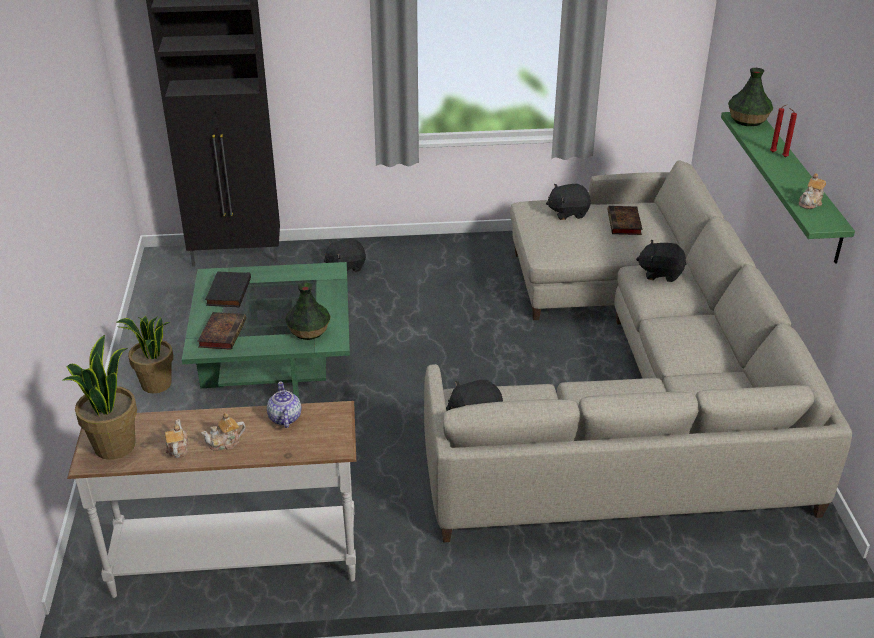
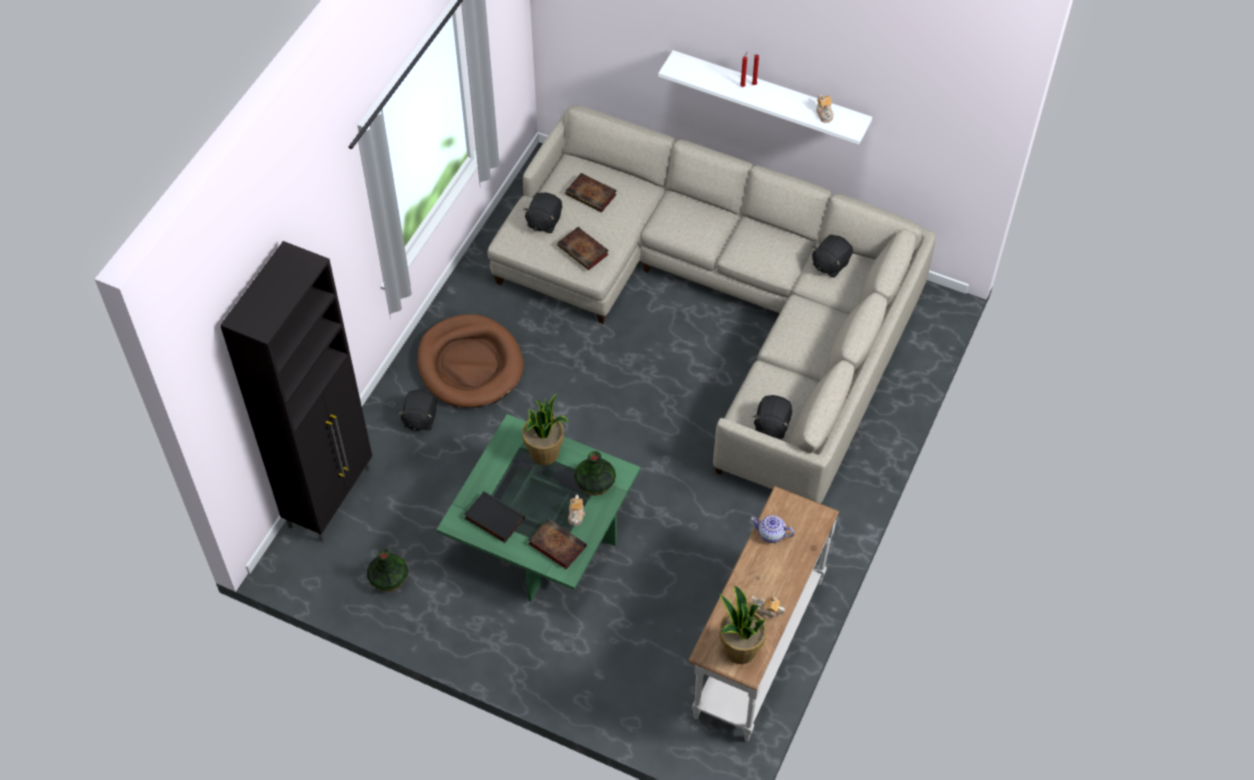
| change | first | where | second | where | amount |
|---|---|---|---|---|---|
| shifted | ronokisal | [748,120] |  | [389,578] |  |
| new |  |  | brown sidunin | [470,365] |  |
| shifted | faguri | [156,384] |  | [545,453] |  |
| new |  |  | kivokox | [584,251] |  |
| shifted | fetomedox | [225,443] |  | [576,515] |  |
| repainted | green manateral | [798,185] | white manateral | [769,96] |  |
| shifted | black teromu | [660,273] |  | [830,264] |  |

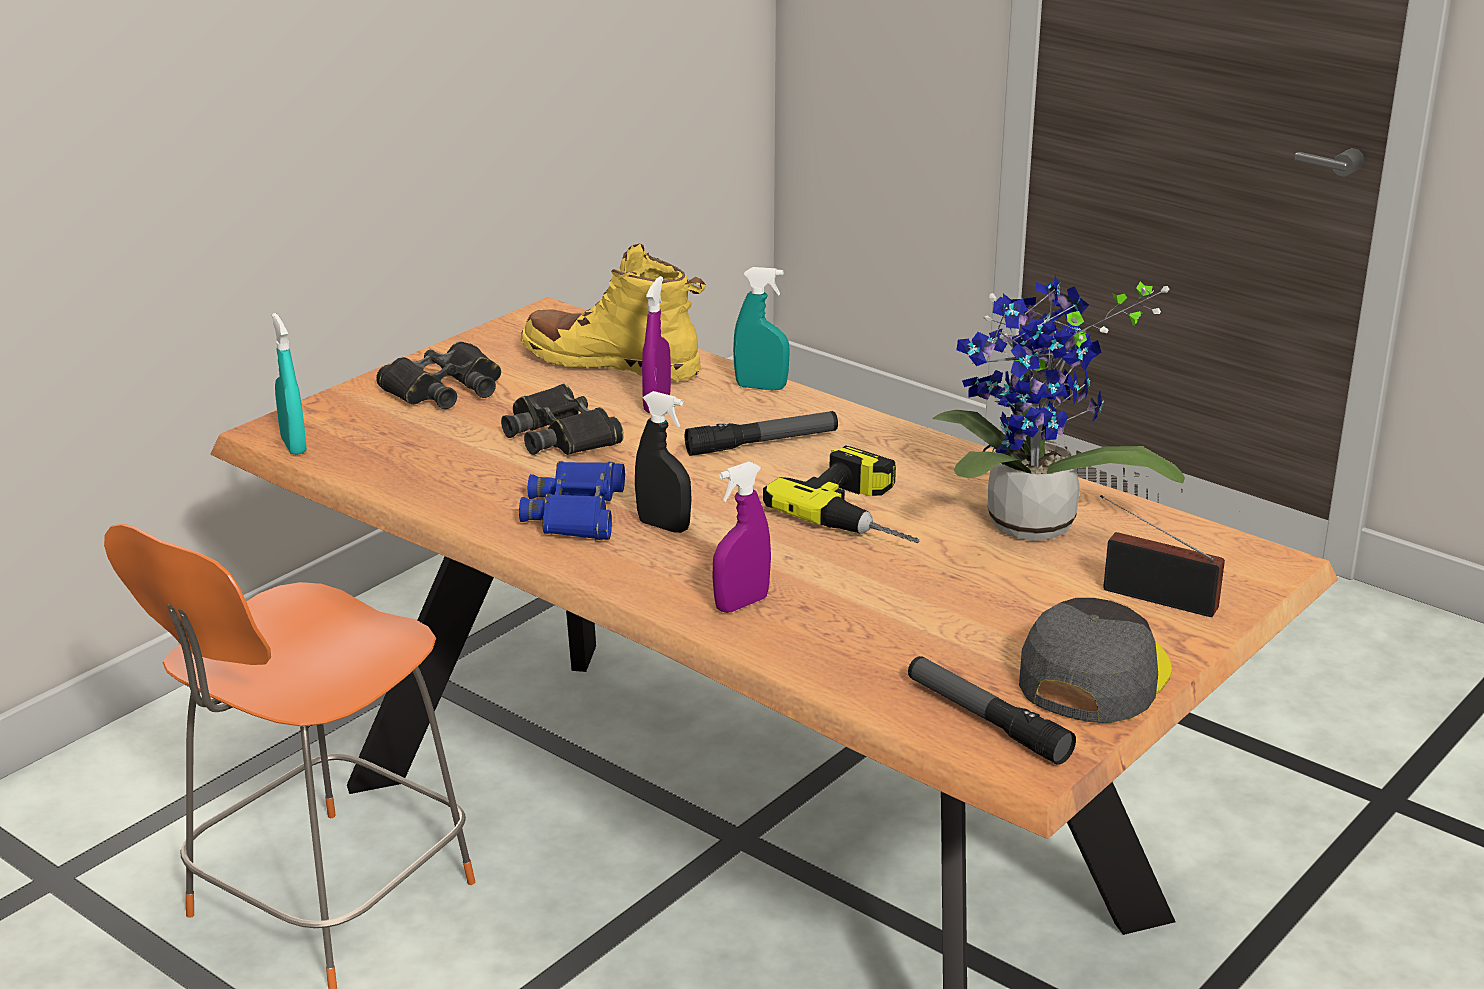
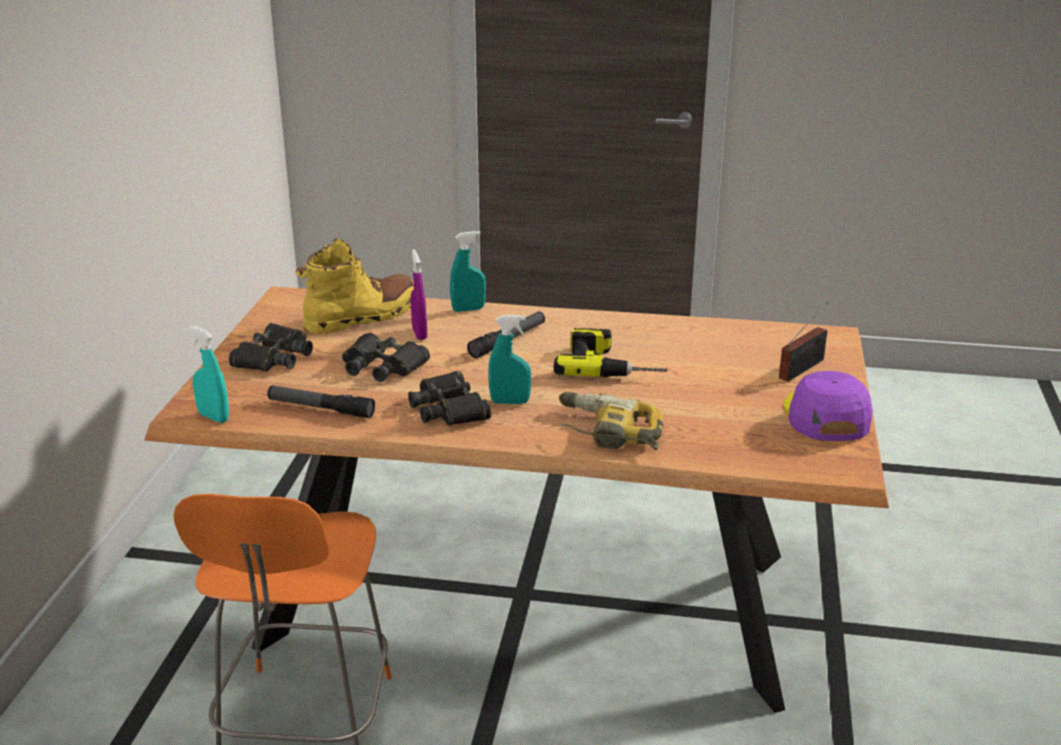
| change | first | where | second | where | amount |
|---|---|---|---|---|---|
| shifted | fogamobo | [986,720] |  | [320,408] |  |
| rotated | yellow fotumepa | [612,363] |  | [362,316] | 150 degrees clockwise |
| repainted | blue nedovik | [577,512] | black nedovik | [449,408] |  |
| repainted | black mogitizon | [663,526] | turquoise mogitizon | [510,402] |  |
| swapped | purple mogitizon | [741,604] | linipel | [607,433] |  |
| rotated | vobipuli | [1154,597] |  | [804,368] | 135 degrees clockwise |
| repainted | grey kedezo | [1093,675] | purple kedezo | [825,416] |  |
| gone | faguri | [1029,530] |  |  |  |

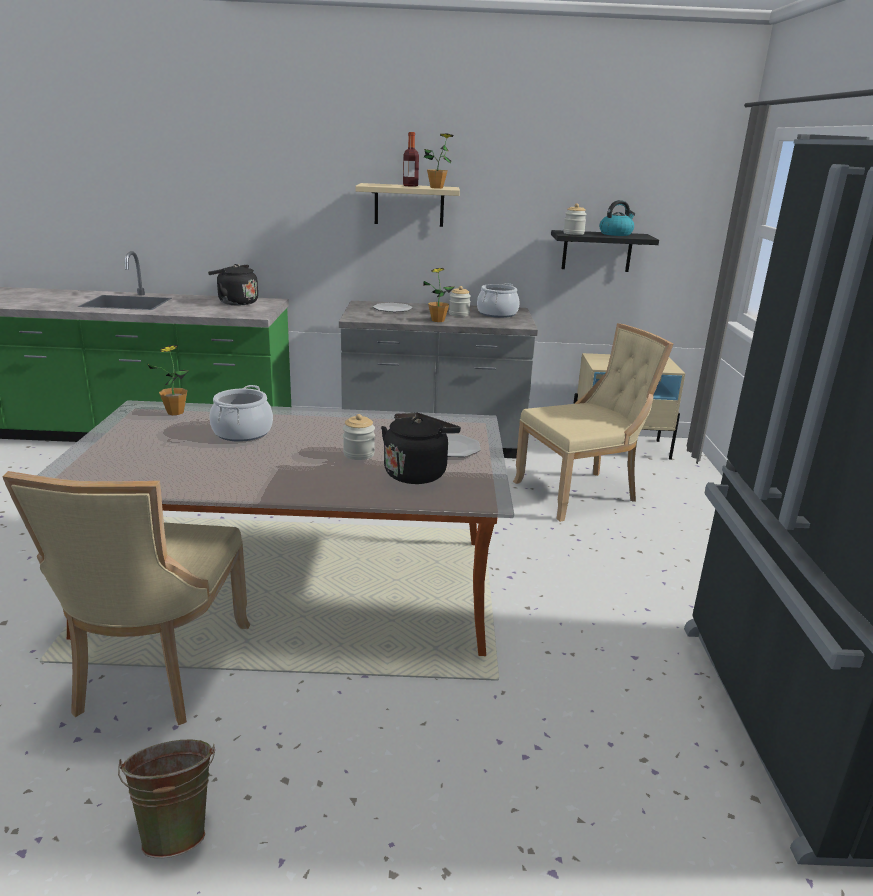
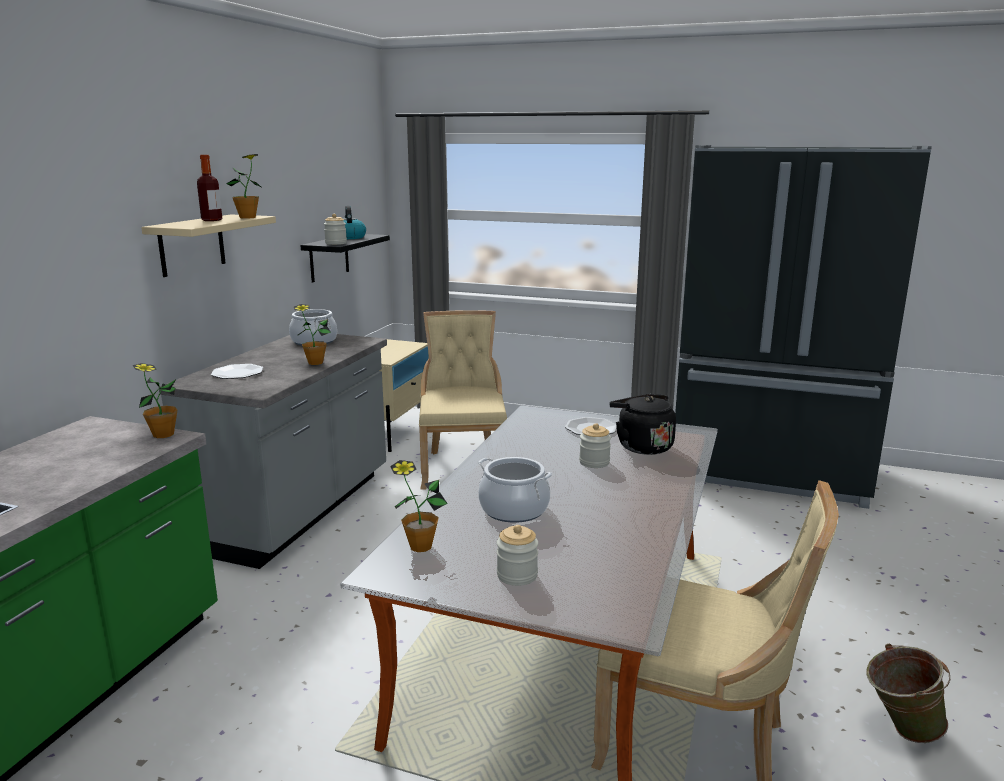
| change | first | where | second | where | amount |
|---|---|---|---|---|---|
| new |  |  | faguri | [163,435] |  |
| shifted | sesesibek | [459,314] |  | [517,575] |  |
| gone | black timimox | [235,302] |  |  |  |

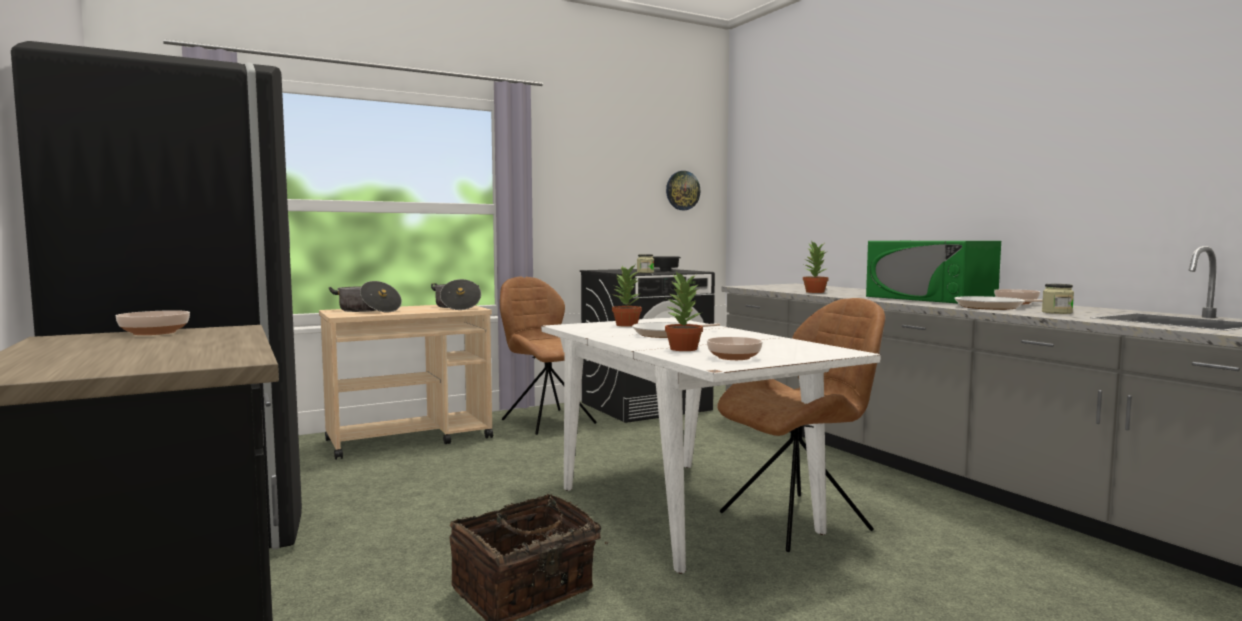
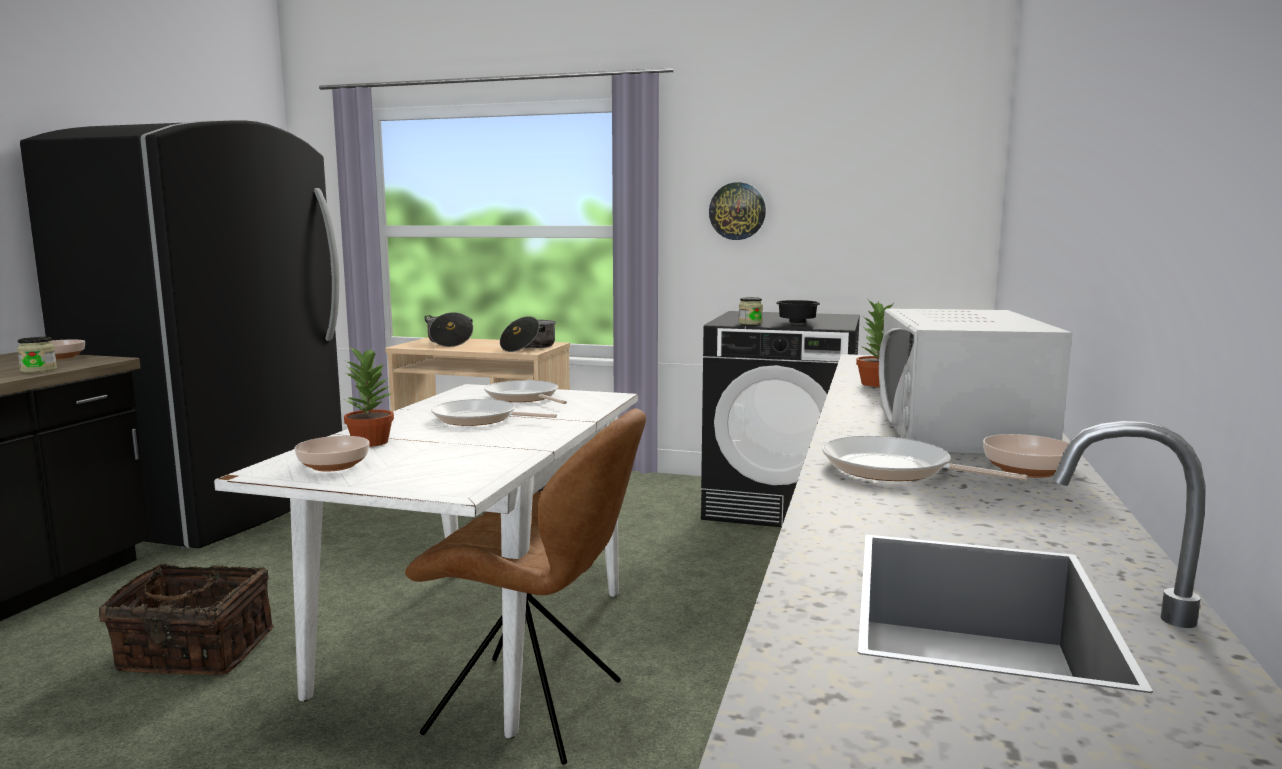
| change | first | where | second | where | amount |
|---|---|---|---|---|---|
| shifted | sesesibek | [1057,312] |  | [39,370] |  |
| swapped | faguri | [626,325] | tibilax | [524,397] |  |
| shifted | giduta | [682,190] |  | [737,211] |  |
| repainted | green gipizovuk | [930,298] | white gipizovuk | [959,427] |  |
| gone | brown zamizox | [546,421] |  |  |  |

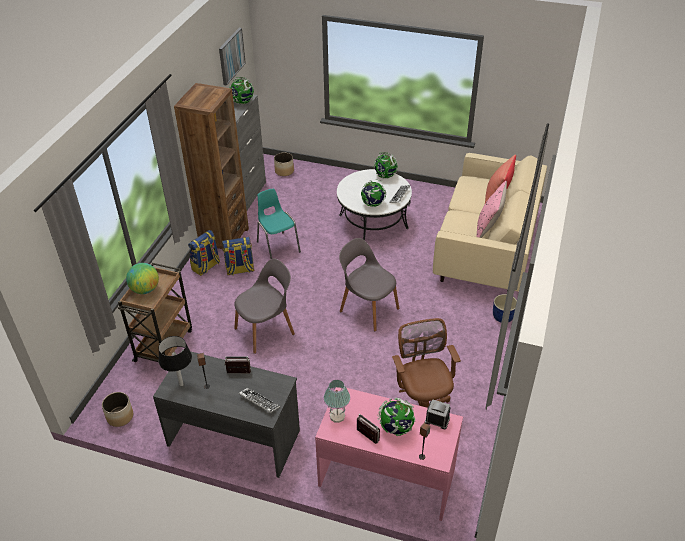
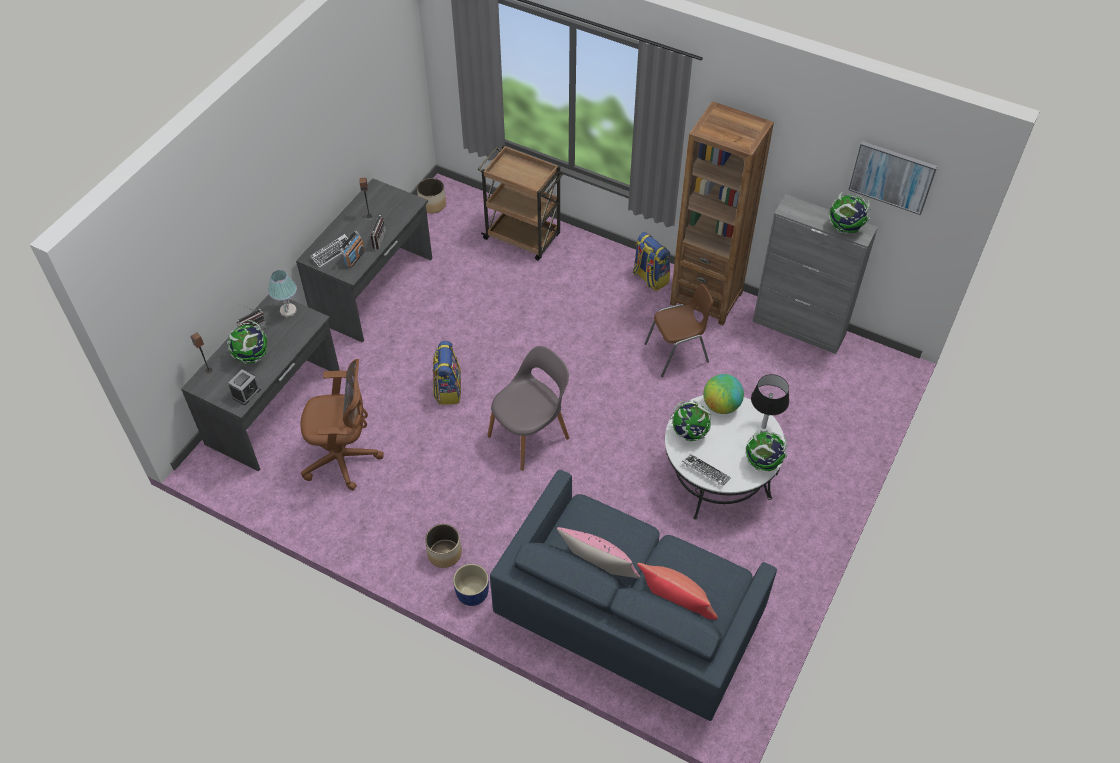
| change | first | where | second | where | amount |
|---|---|---|---|---|---|
| repainted | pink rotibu | [387,476] | grey rotibu | [275,408] |  |
| new |  |  | vobipuli | [354,258] |  |
| shifted | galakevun | [284,171] |  | [444,553] |  |
| shifted | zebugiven | [240,270] |  | [448,389] |  |
| repainted | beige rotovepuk | [486,247] | blue rotovepuk | [630,617] |  |
| repainted | turquoise zamizox | [278,246] | brown zamizox | [677,353] |  |
| shifted | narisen | [145,289] |  | [721,406] |  |
| shifted | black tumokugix | [181,384] |  | [763,427] |  |
| gone | grey zamizox | [266,330] |  |  |  |

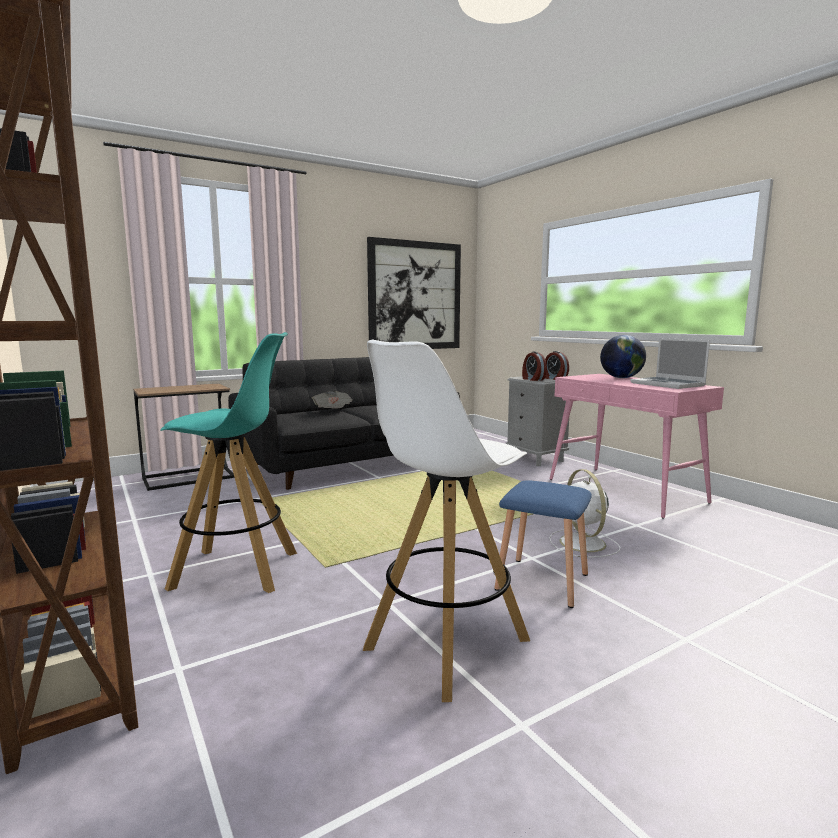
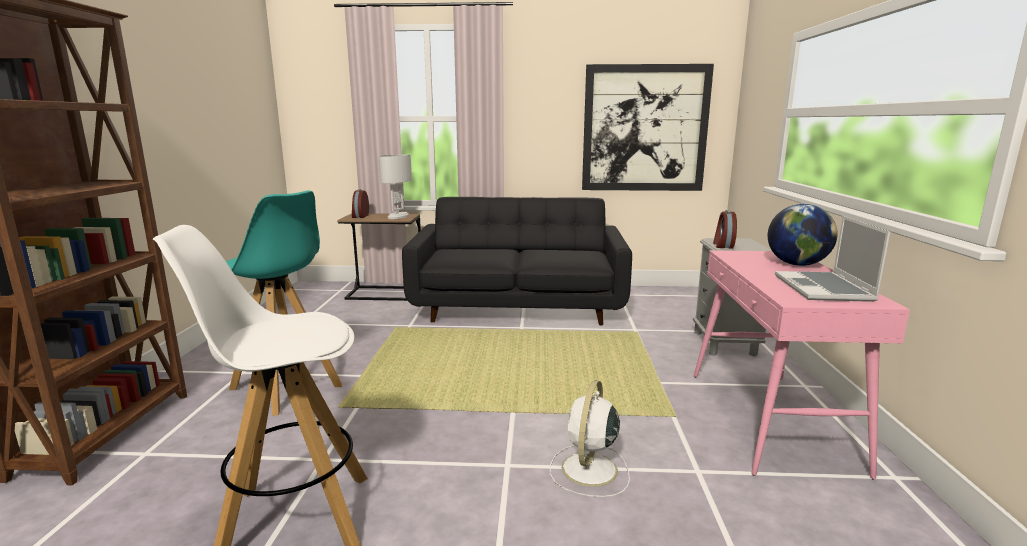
| change | first | where | second | where | amount |
|---|---|---|---|---|---|
| shifted | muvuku | [554,378] |  | [360,216] |  |
| new |  |  | white tumokugix | [398,217] |  |
| gone | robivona | [333,411] |  |  |  |
| gone | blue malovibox | [544,581] |  |  |  |

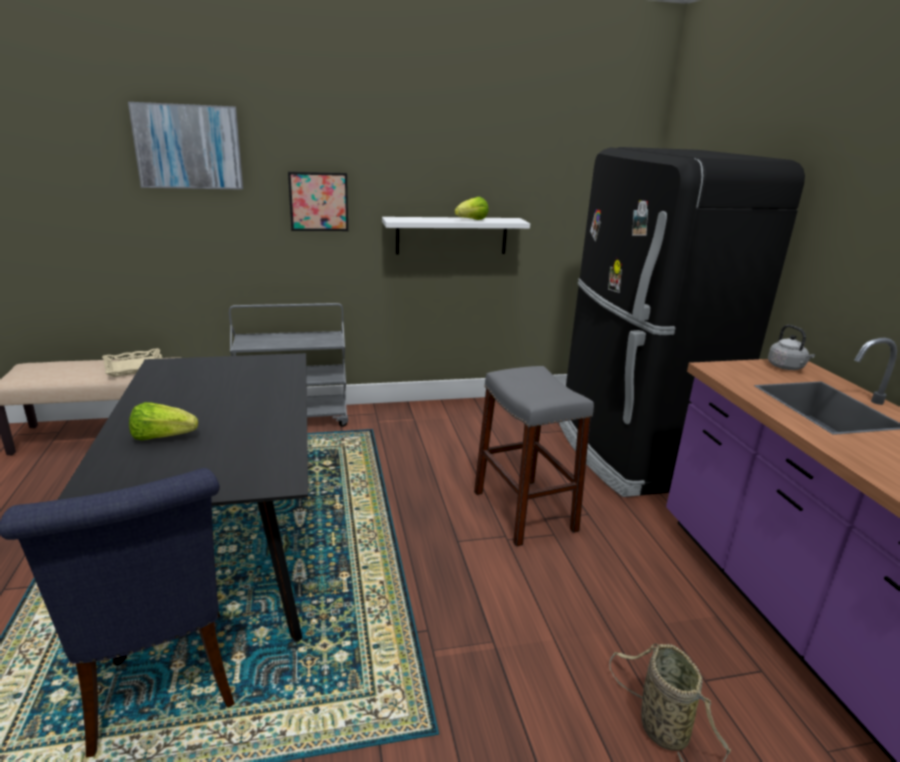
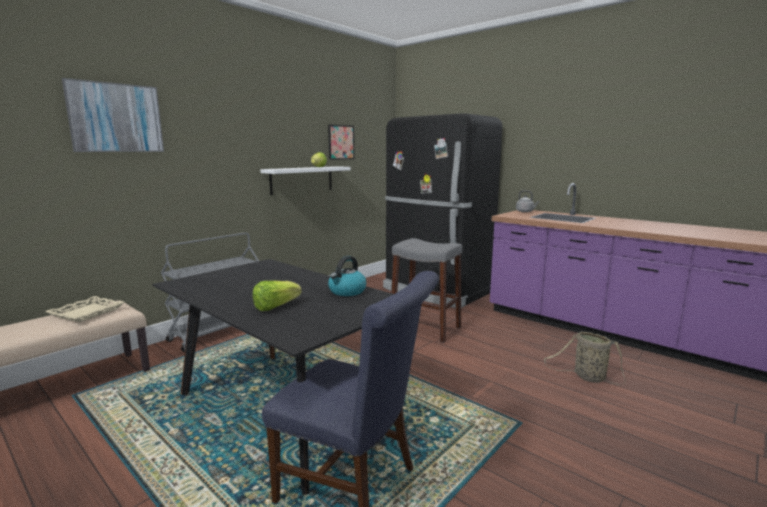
| change | first | where | second | where | amount |
|---|---|---|---|---|---|
| shifted | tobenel | [318,201] |  | [341,142] |  |
| new |  |  | timimox | [347,291] |  |

